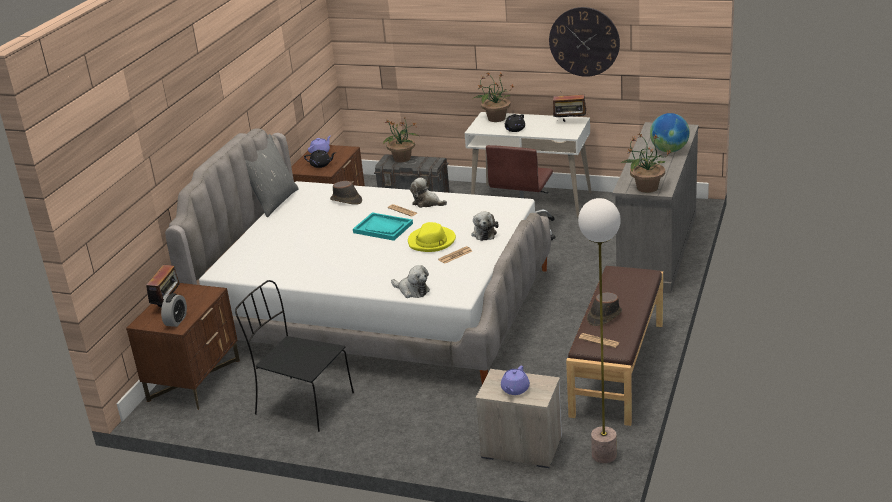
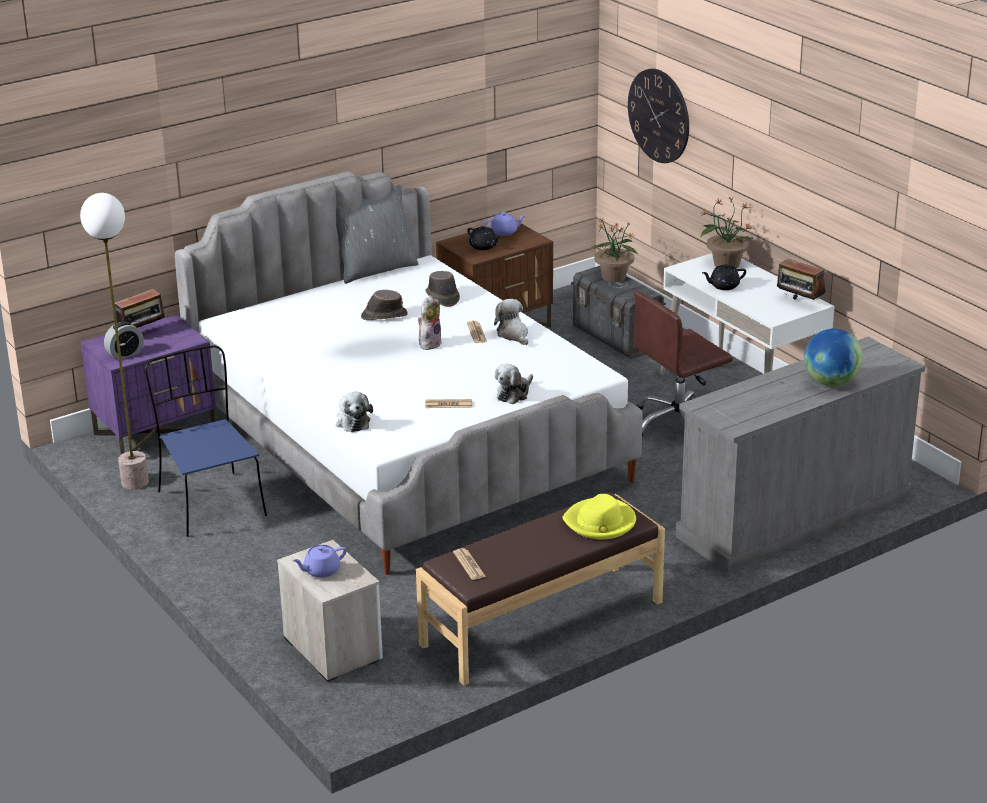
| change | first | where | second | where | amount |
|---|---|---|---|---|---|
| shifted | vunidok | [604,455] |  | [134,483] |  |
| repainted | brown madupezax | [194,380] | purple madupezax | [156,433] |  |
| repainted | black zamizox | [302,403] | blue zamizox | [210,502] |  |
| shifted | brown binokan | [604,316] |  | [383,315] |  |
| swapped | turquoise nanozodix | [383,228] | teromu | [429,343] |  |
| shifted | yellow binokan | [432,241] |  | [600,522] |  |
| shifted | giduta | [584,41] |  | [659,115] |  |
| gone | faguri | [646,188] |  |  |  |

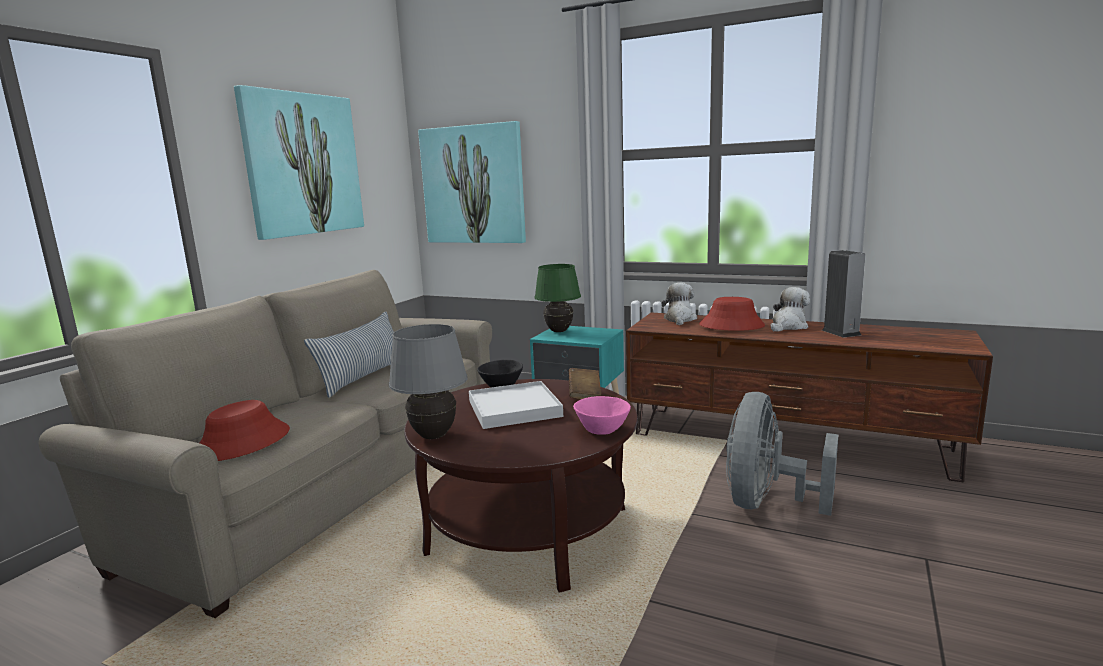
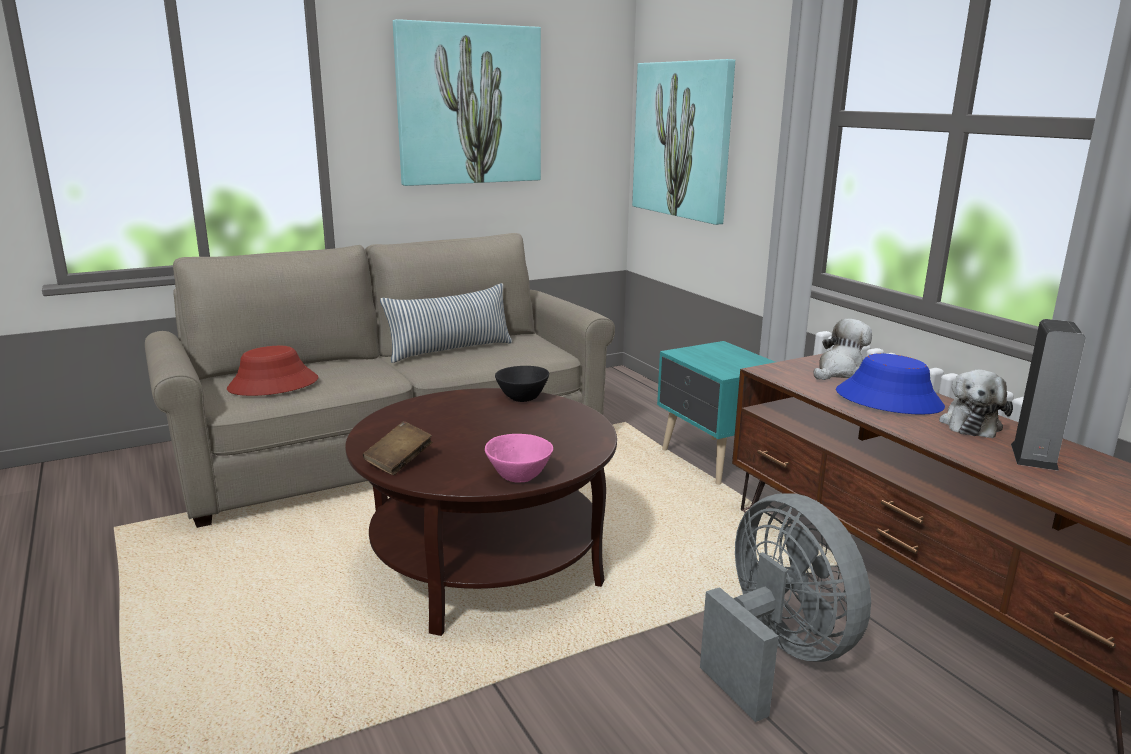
| change | first | where | second | where | amount |
|---|---|---|---|---|---|
| shifted | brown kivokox | [584,395] |  | [399,462] |  |
| rotated | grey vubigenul | [767,503] |  | [776,655] | 90 degrees clockwise |
| repainted | red binokan | [731,325] | blue binokan | [888,400] |  |
| rotated | teromu | [788,326] |  | [970,424] | 120 degrees clockwise |
| gone | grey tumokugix | [433,436] |  |  |  |
| gone | white nanozodix | [514,408] |  |  |  |
| gone | green tumokugix | [559,331] |  |  |  |

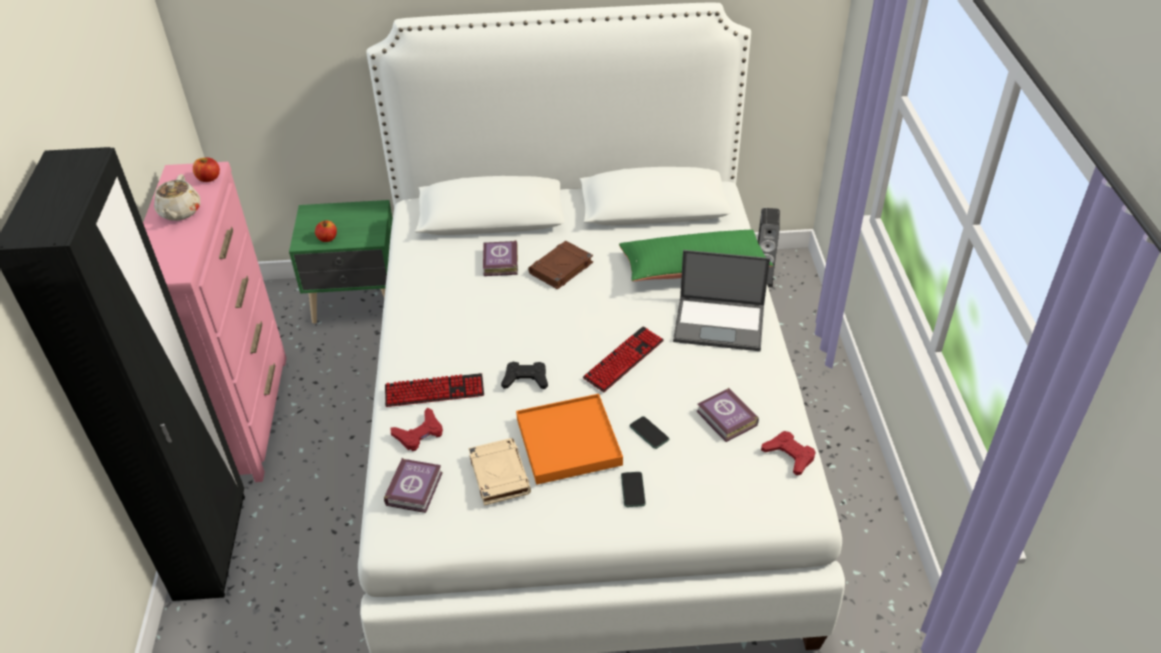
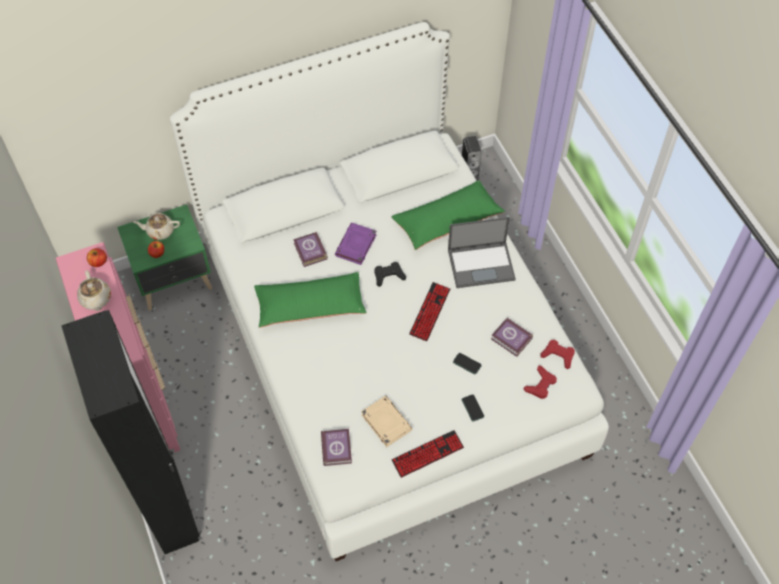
| change | first | where | second | where | amount |
|---|---|---|---|---|---|
| new |  |  | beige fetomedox | [160,231] |  |
| new |  |  | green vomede | [310,306] |  |
| repainted | brown kivokox | [561,268] | purple kivokox | [356,246] |  |
| shifted | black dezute | [525,379] |  | [389,275] |  |
| shifted | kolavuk | [434,391] |  | [427,454] |  |
| shifted | red dezute | [419,434] |  | [540,385] |  |
| gone | orange nanozodix | [568,442] |  |  |  |

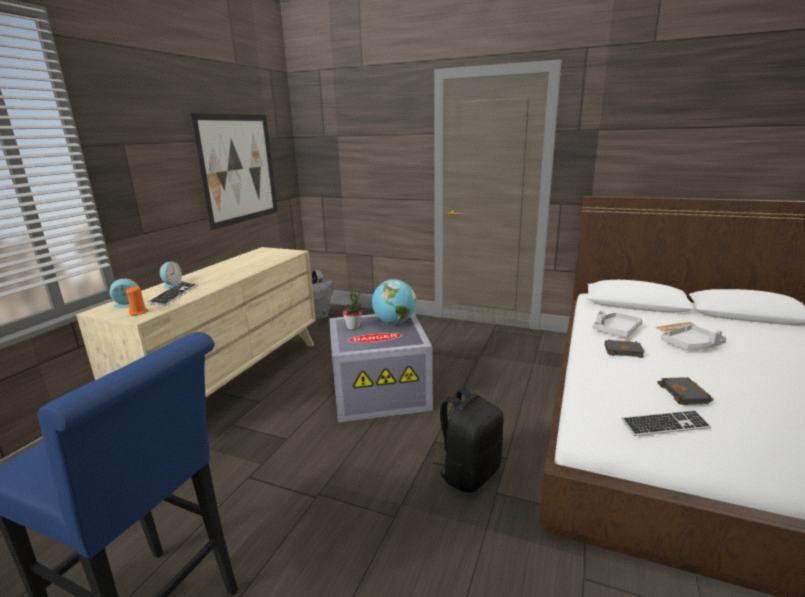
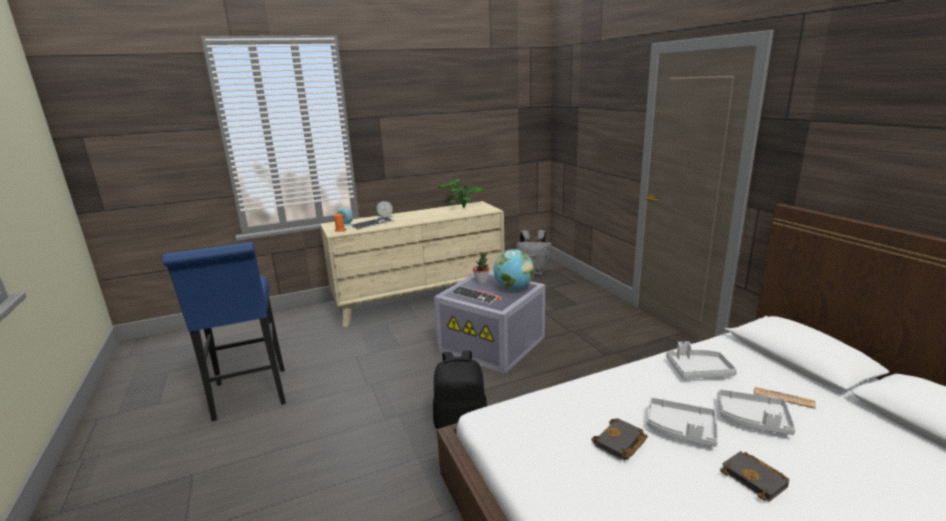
| change | first | where | second | where | amount |
|---|---|---|---|---|---|
| new |  |  | faguri | [463,207] |  |
| shifted | kolavuk | [665,425] |  | [474,296] |  |
| new |  |  | grey nanozodix | [680,429] |  |
| shifted | black kivokox | [624,351] |  | [756,479] |  |
| gone | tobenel | [238,169] |  |  |  |

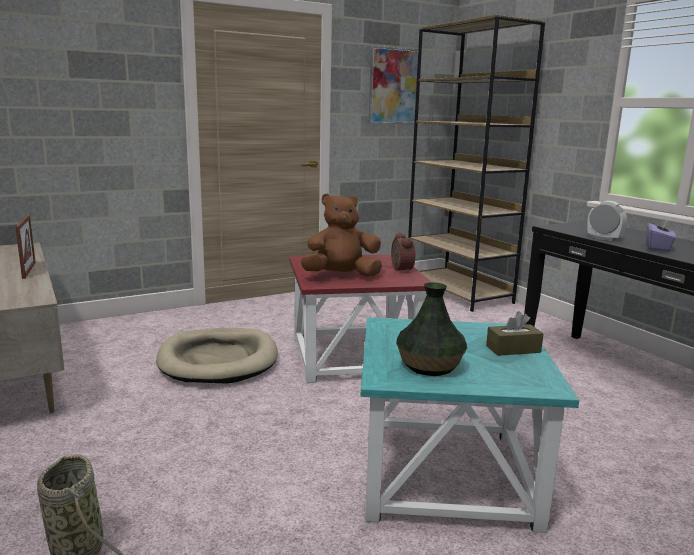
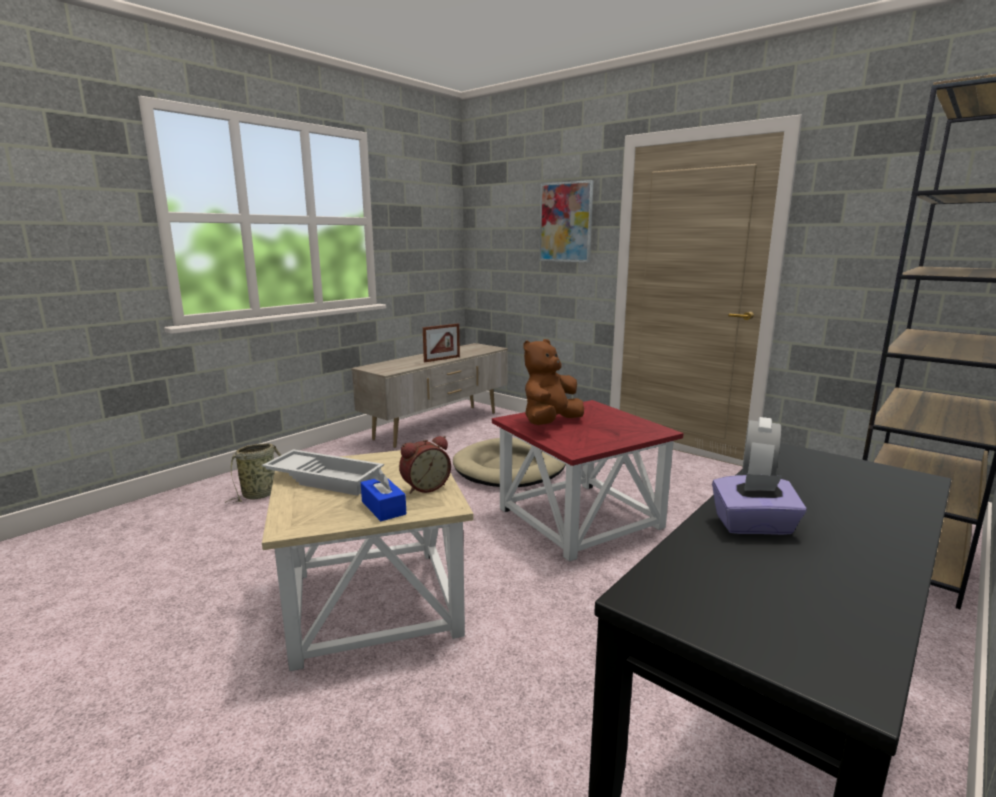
| change | first | where | second | where | amount |
|---|---|---|---|---|---|
| swapped | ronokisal | [429,366] | white nanozodix | [326,478] |  |
| repainted | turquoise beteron | [444,475] | beige beteron | [370,601] |  |
| repainted | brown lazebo | [513,349] | blue lazebo | [383,508] |  |
| shifted | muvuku | [400,269] |  | [424,487] |  |
| rotated | brown teromu | [341,276] |  | [550,423] | 105 degrees counterclockwise |
| shifted | tobenel | [393,86] |  | [566,222] |  |

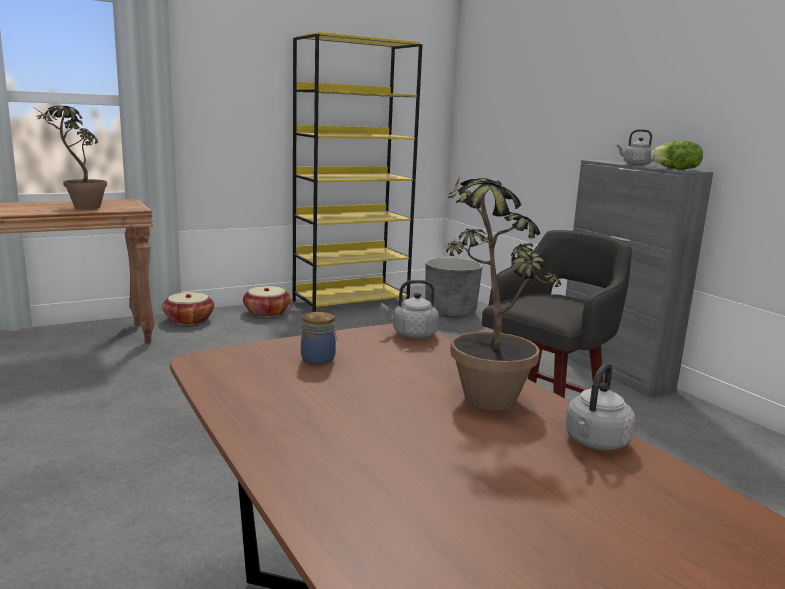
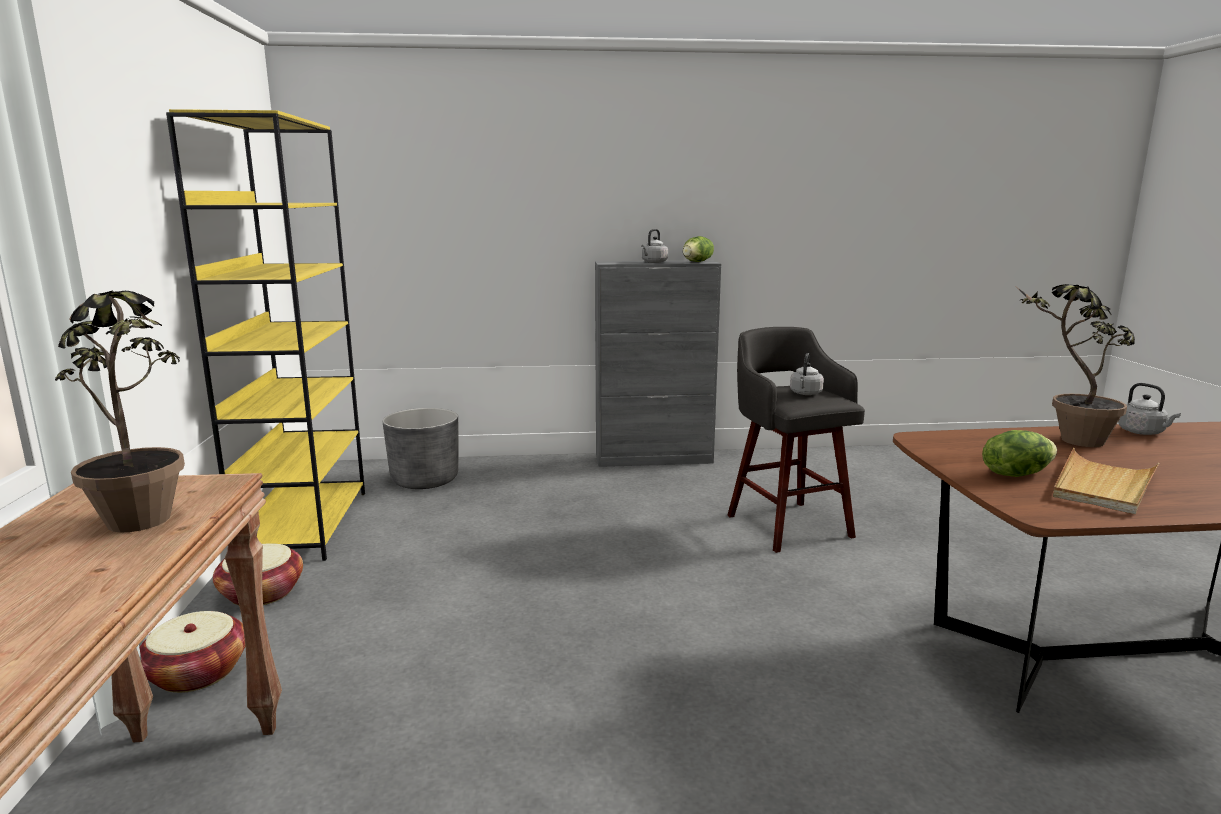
| change | first | where | second | where | amount |
|---|---|---|---|---|---|
| shifted | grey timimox | [412,334] |  | [805,393] |  |
| swapped | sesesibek | [319,359] | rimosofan | [1015,474] |  |
| new |  |  | beige nanozodix | [1103,485] |  |

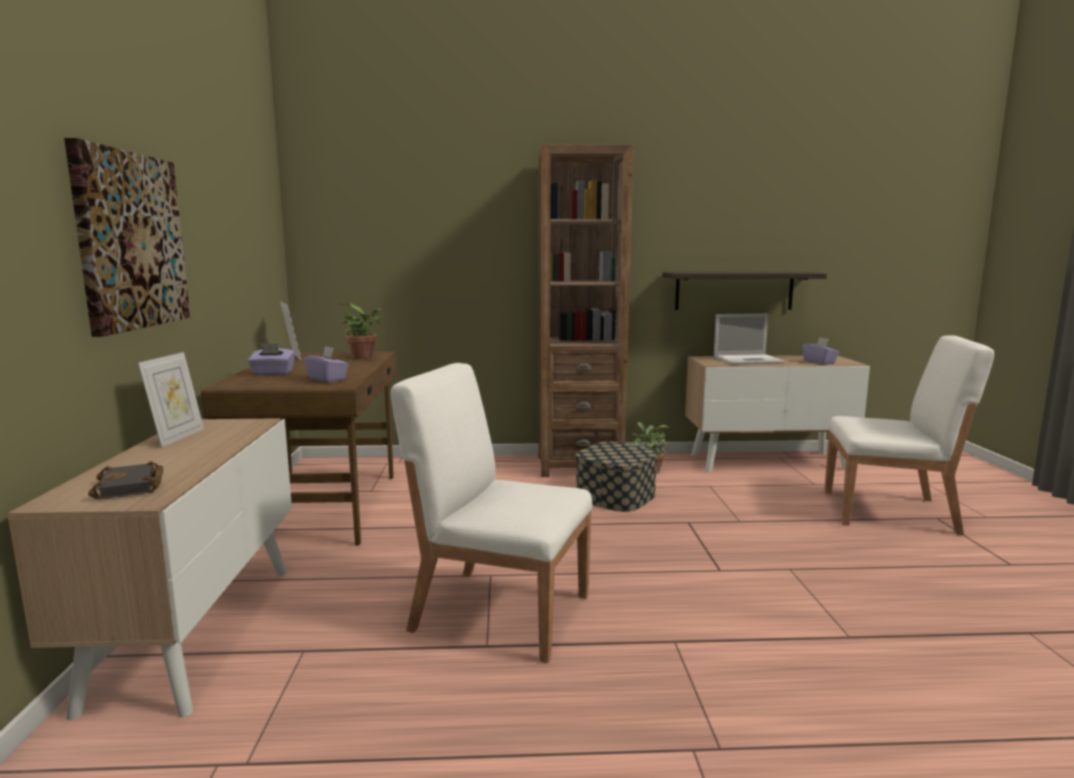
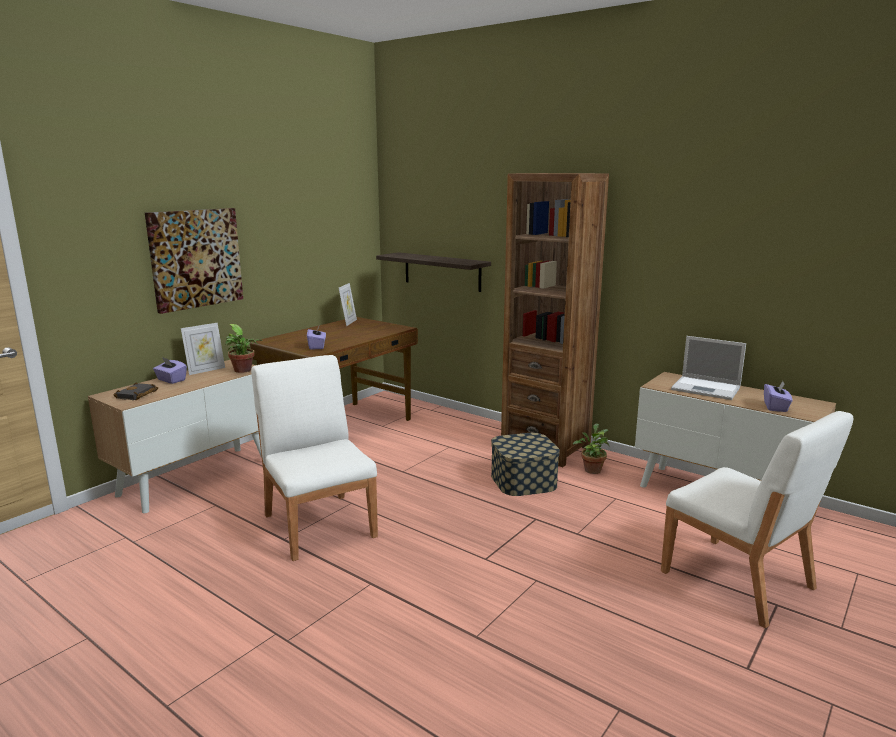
| change | first | where | second | where | amount |
|---|---|---|---|---|---|
| shifted | purple lazebo | [273,373] |  | [171,380] |  |
| shifted | faguri | [364,357] |  | [243,371] |  |
| shifted | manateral | [734,290] |  | [442,271] |  |

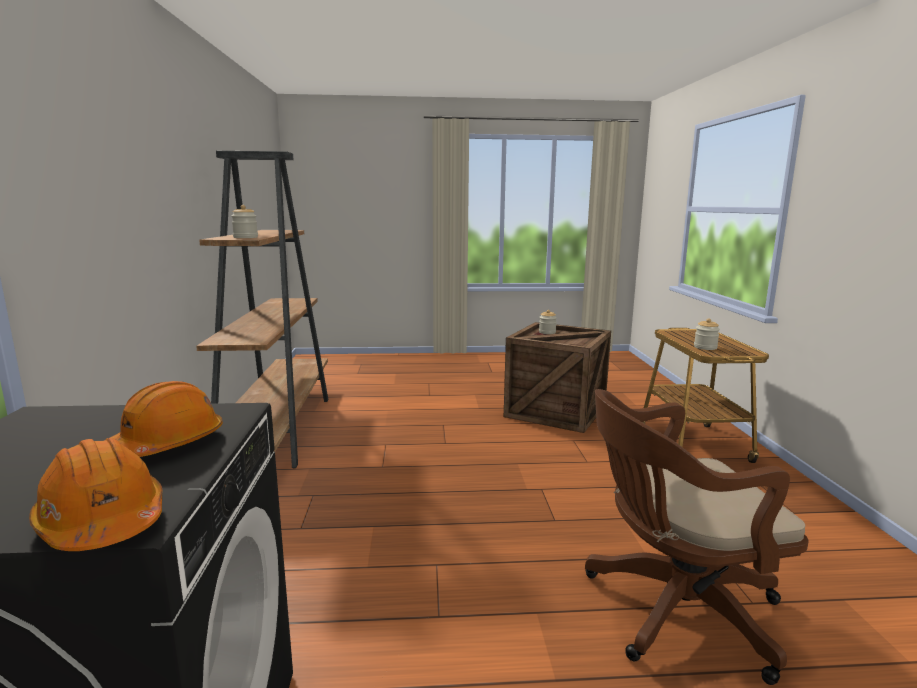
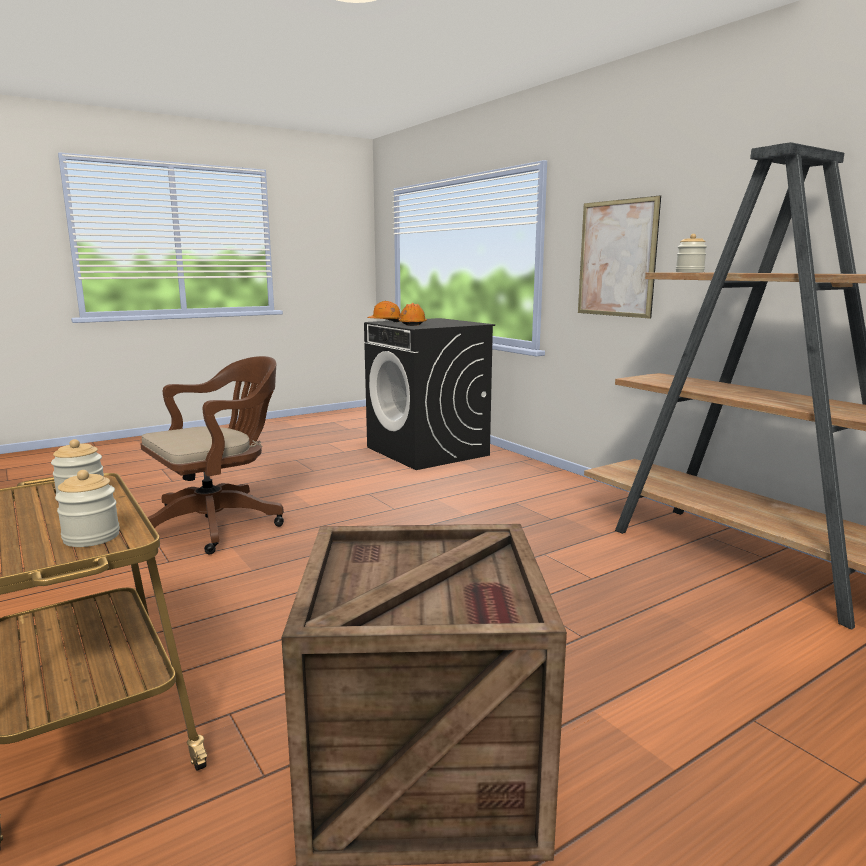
| change | first | where | second | where | amount |
|---|---|---|---|---|---|
| shifted | sesesibek | [547,332] |  | [91,537] |  |
| new |  |  | tobenel | [616,258] |  |

